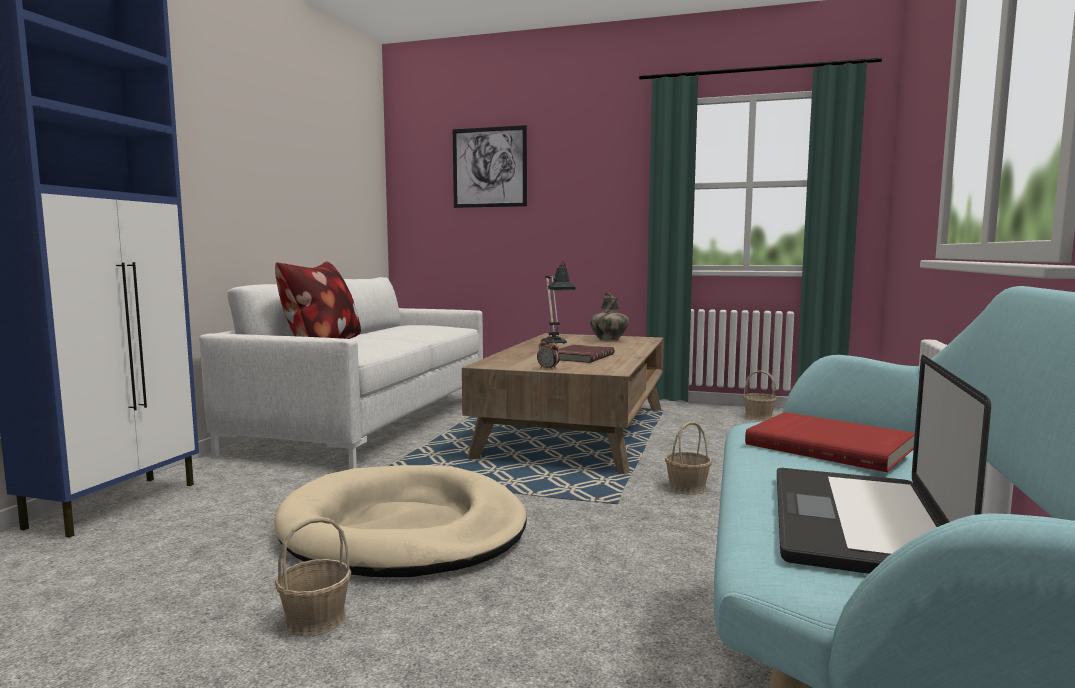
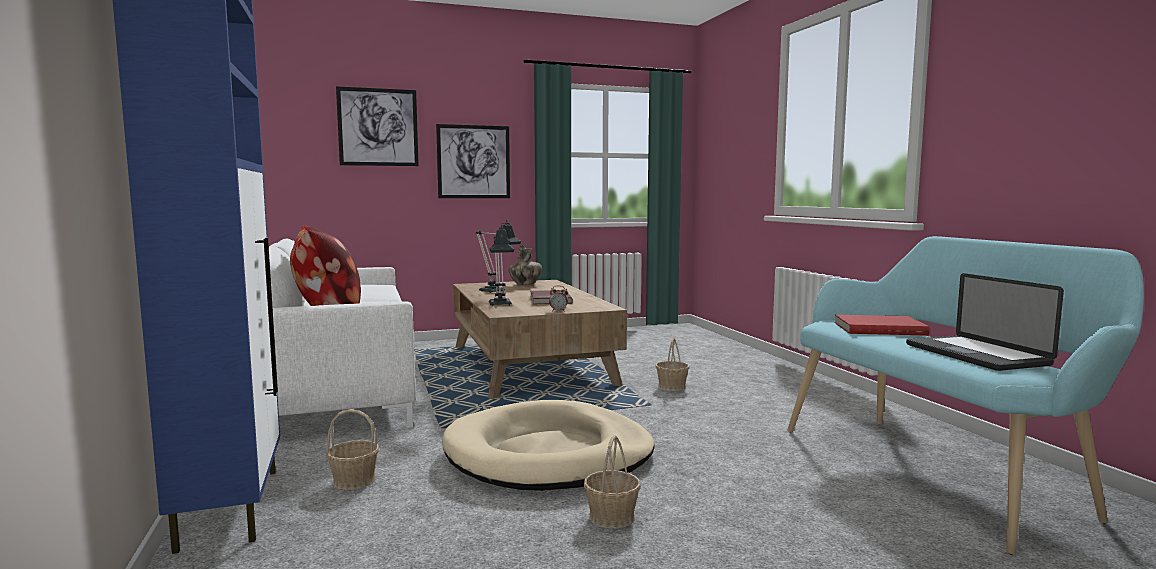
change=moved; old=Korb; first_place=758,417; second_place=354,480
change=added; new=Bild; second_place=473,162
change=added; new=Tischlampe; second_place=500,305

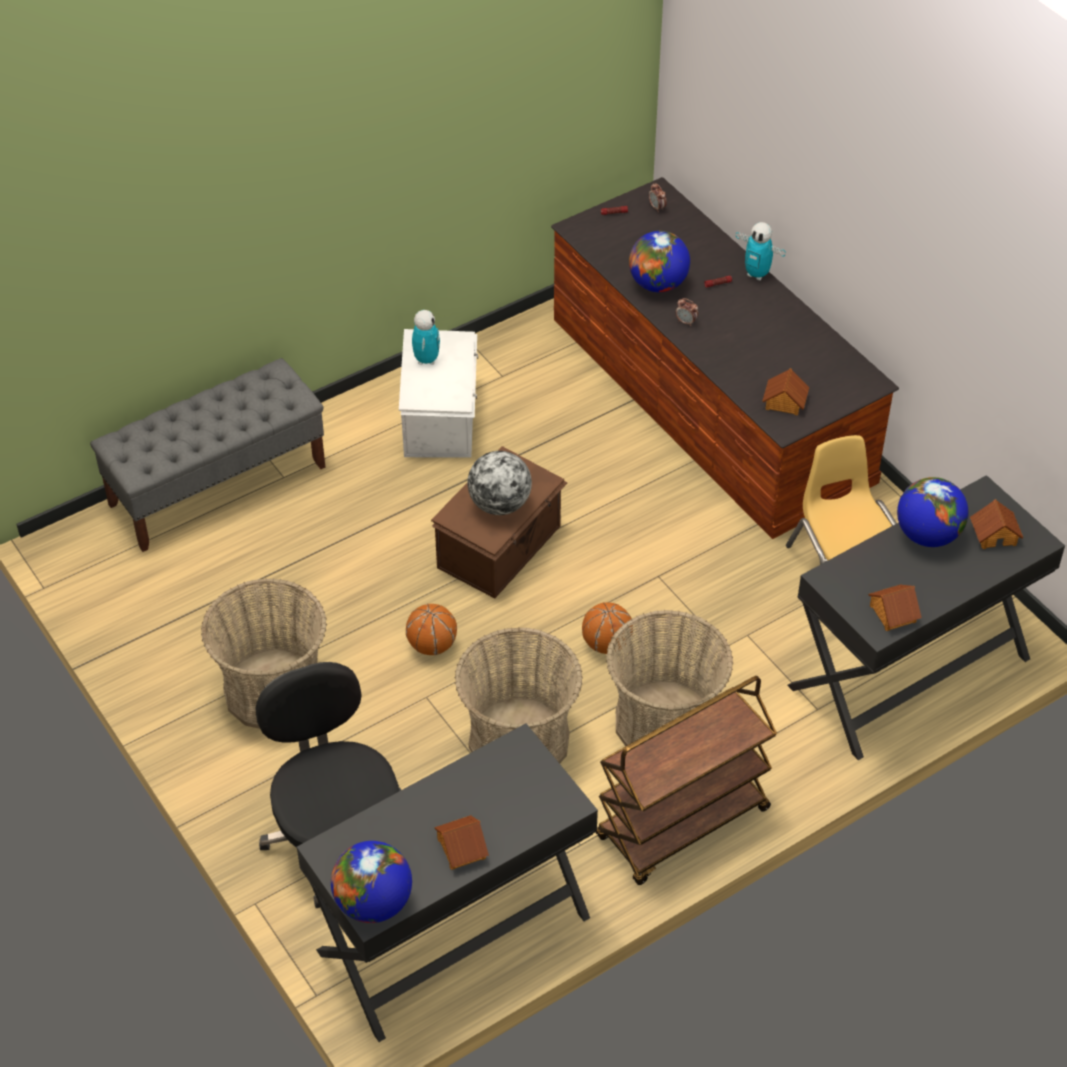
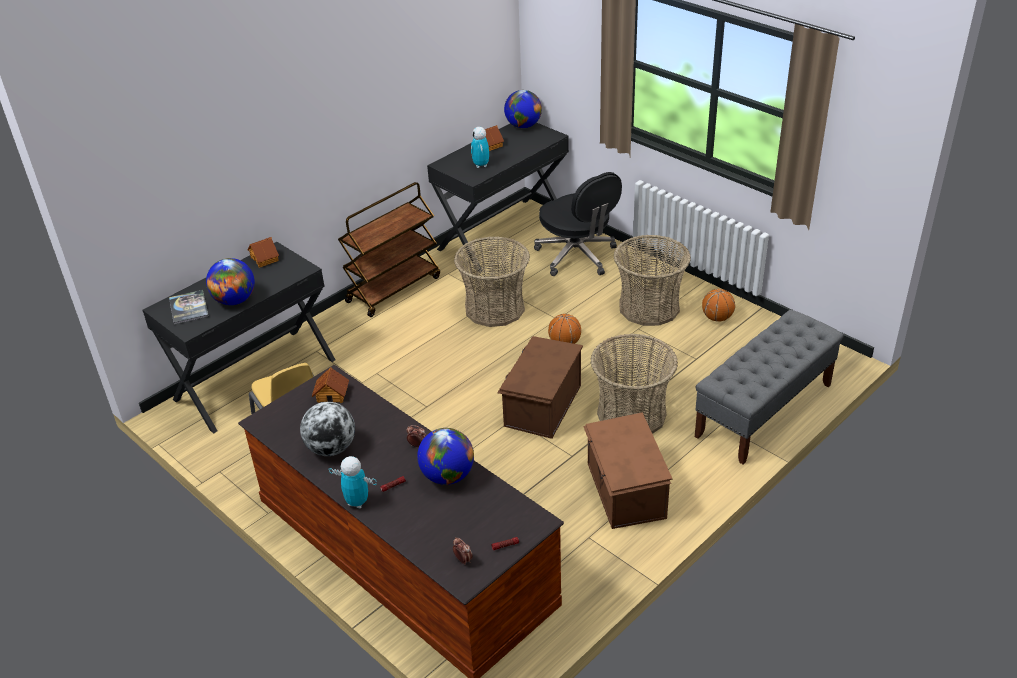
change=moved; old=Spielzeugroboter; first_place=426,360; second_place=481,165
change=recoloured; old=Aufbewahrungsbox [weiß]; new=Aufbewahrungsbox [braun]; first_place=441,417; second_place=624,491
change=moved; old=Globus; first_place=500,504; second_place=331,448
change=replaced; old=Spielzeughaus; new=Buch; first_place=994,534; second_place=189,308
change=moved; old=Basketball; first_place=606,644; second_place=717,318
change=moved; old=Korb; first_place=664,723; second_place=631,414

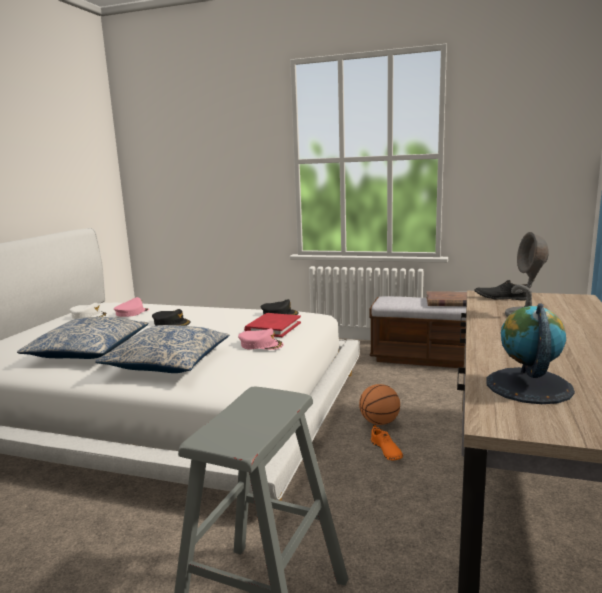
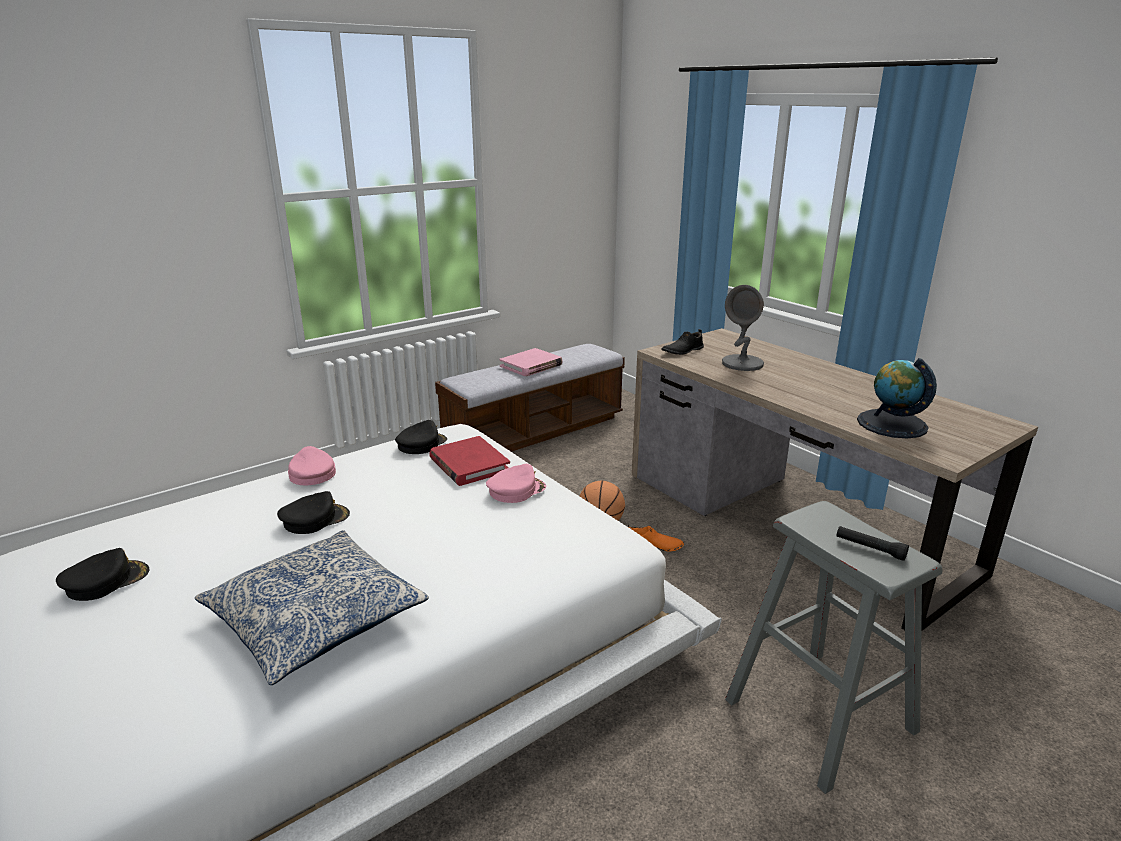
change=recoloured; old=Buch [braun]; new=Buch [rosa]; first_place=447,302; second_place=531,365
change=moved; old=Kappe [rosa]; first_place=131,312; second_place=311,473
change=recoloured; old=Kappe [weiß]; new=Kappe [schwarz]; first_place=89,316; second_place=106,581
change=removed; old=Kissen; first_place=168,362
change=added; new=Taschenlampe [schwarz]; second_place=870,548

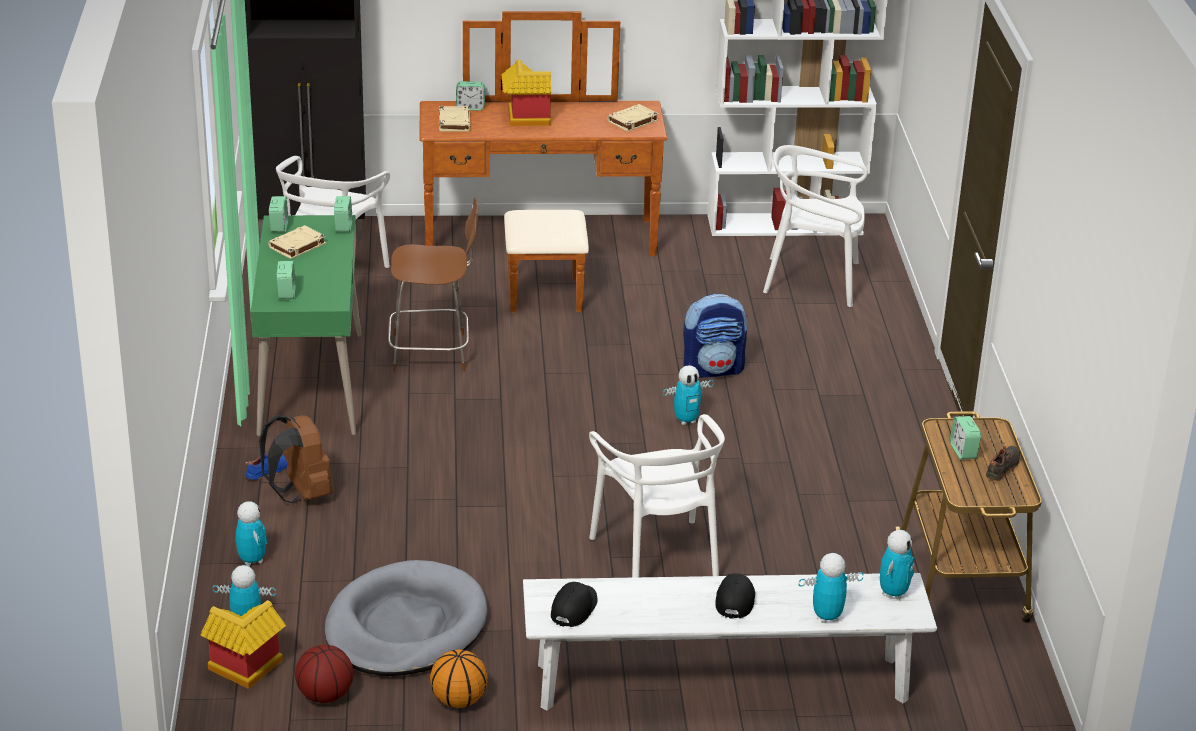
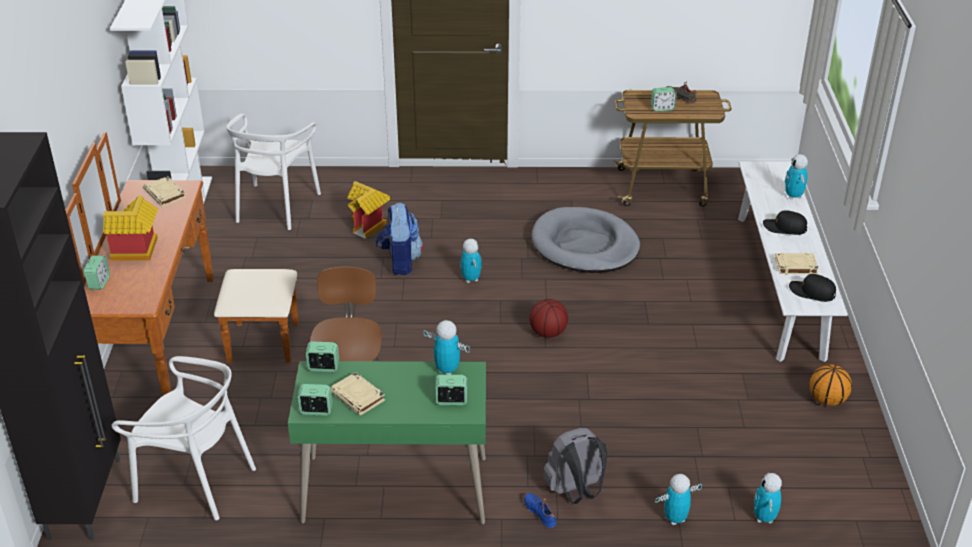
change=moved; old=Buch [beige]; first_place=454,122; second_place=795,266
change=removed; old=Stuhl [weiß]; first_place=657,558
change=recoloured; old=Rucksack [braun]; new=Rucksack [grau]; first_place=300,494; second_place=575,491
change=moved; old=Spielzeugroboter; first_place=893,593; second_place=447,370
change=moved; old=Hundebett [grau]; first_place=405,626; second_place=585,245
change=moved; old=Spielzeughaus; first_place=244,670; second_place=369,226
change=moved; old=Basketball; first_place=324,695; second_place=548,333

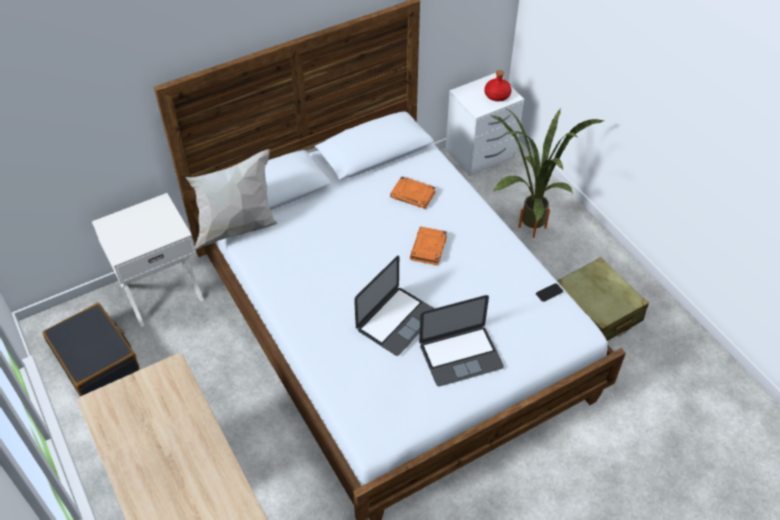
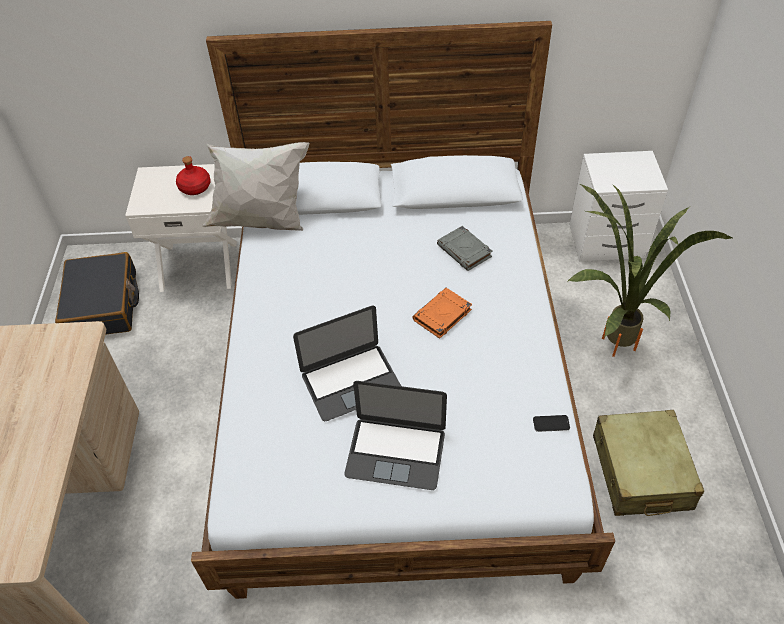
change=moved; old=Flasche [rot]; first_place=497,95; second_place=195,187
change=recoloured; old=Buch [orange]; new=Buch [grau]; first_place=413,195; second_place=465,251

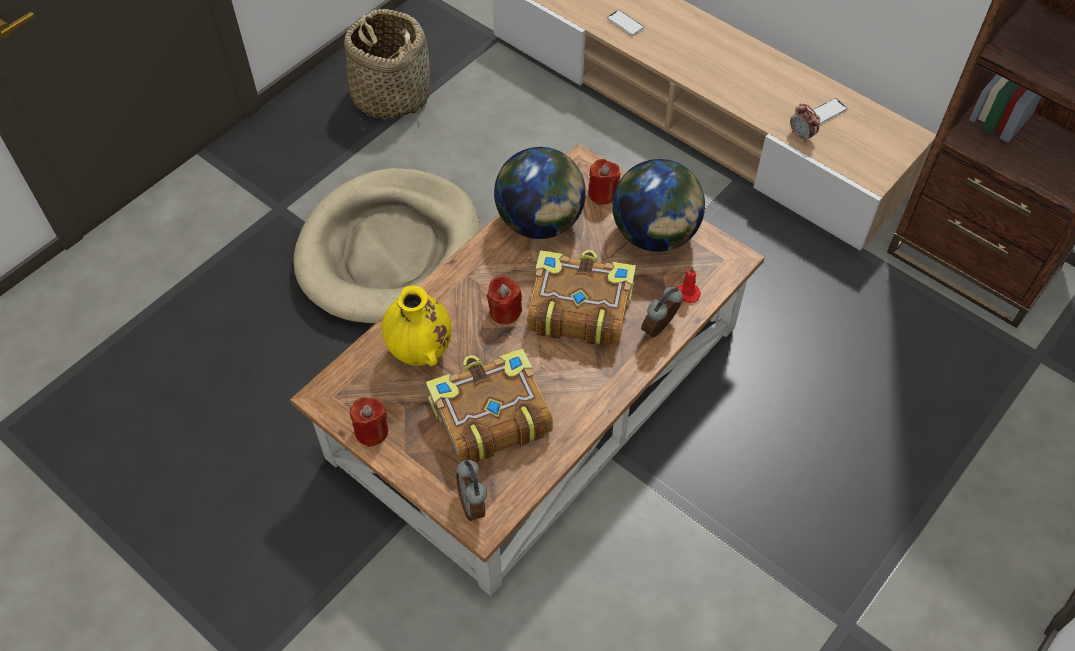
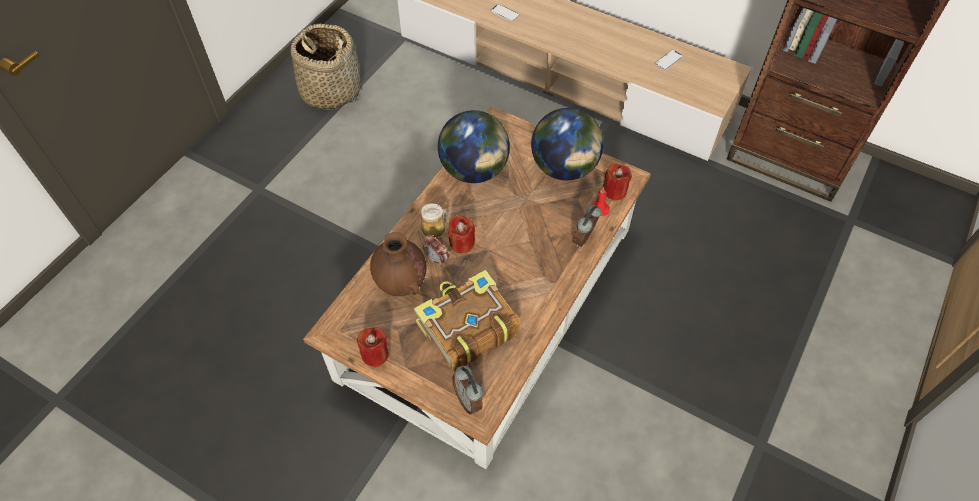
change=moved; old=Wecker; first_place=801,135; second_place=437,259
change=moved; old=Kerze [rot]; first_place=602,193; second_place=614,191
change=removed; old=Hundebett [beige]; first_place=390,252
change=removed; old=Buch; first_place=578,308
change=recoloured; old=Vase [gelb]; new=Vase [braun]; first_place=421,351; second_place=402,284
change=added; new=Henkelbecher; second_place=435,228

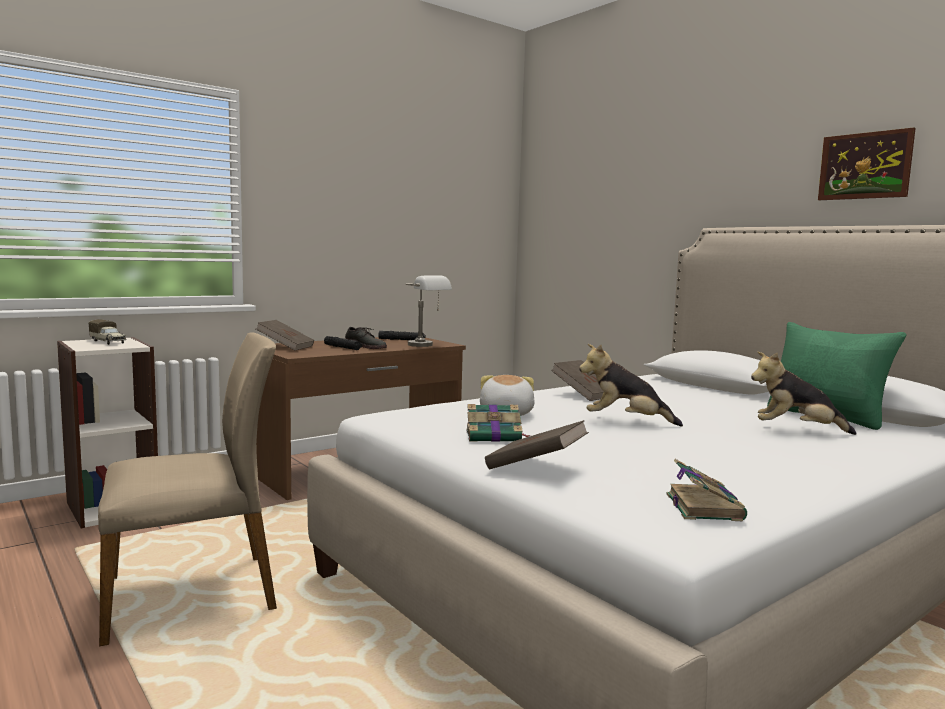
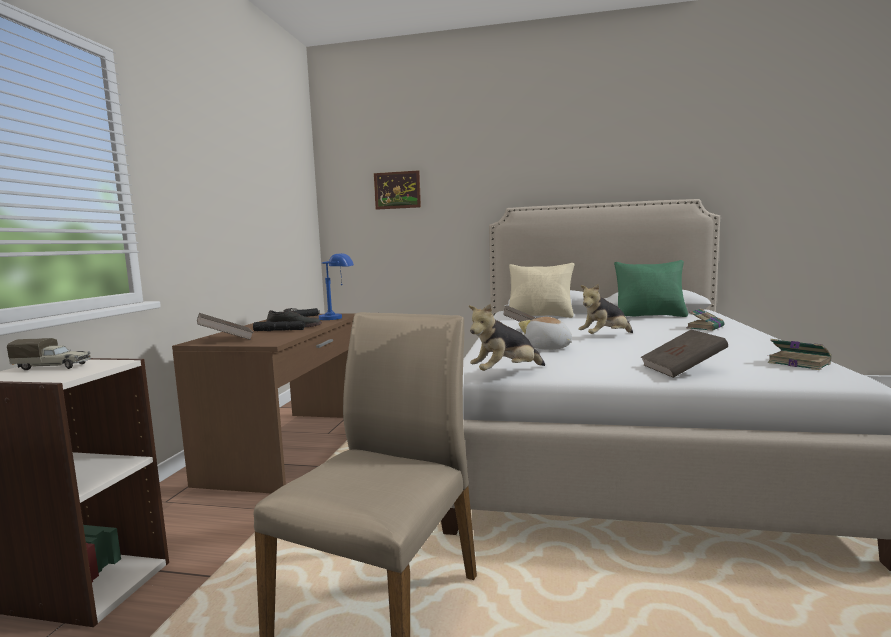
change=moved; old=Bild; first_place=864,166; second_place=397,190
change=recoloured; old=Tischlampe [grau]; new=Tischlampe [blau]; first_place=427,346; second_place=338,318
change=moved; old=Plüschtier; first_place=796,430; second_place=505,373
change=moved; old=Buch; first_place=495,436; second_place=705,327
change=added; new=Kissen [beige]; second_place=541,316

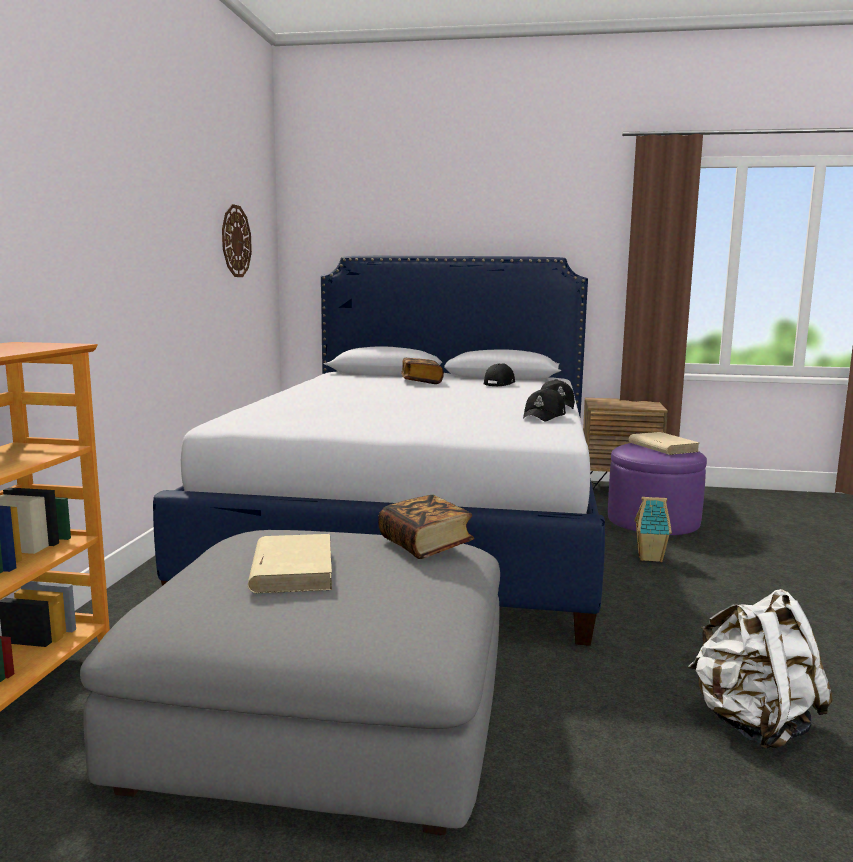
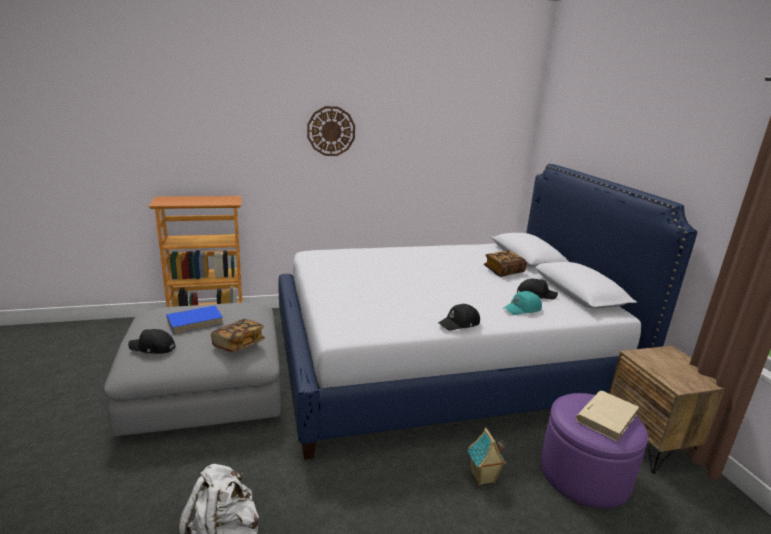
change=moved; old=Wanduhr; first_place=235,241; second_place=331,131
change=moved; old=Kappe [schwarz]; first_place=544,416; second_place=152,347
change=recoloured; old=Buch [beige]; new=Buch [blau]; first_place=292,569; second_place=195,321
change=added; new=Kappe [türkis]; second_place=523,309

